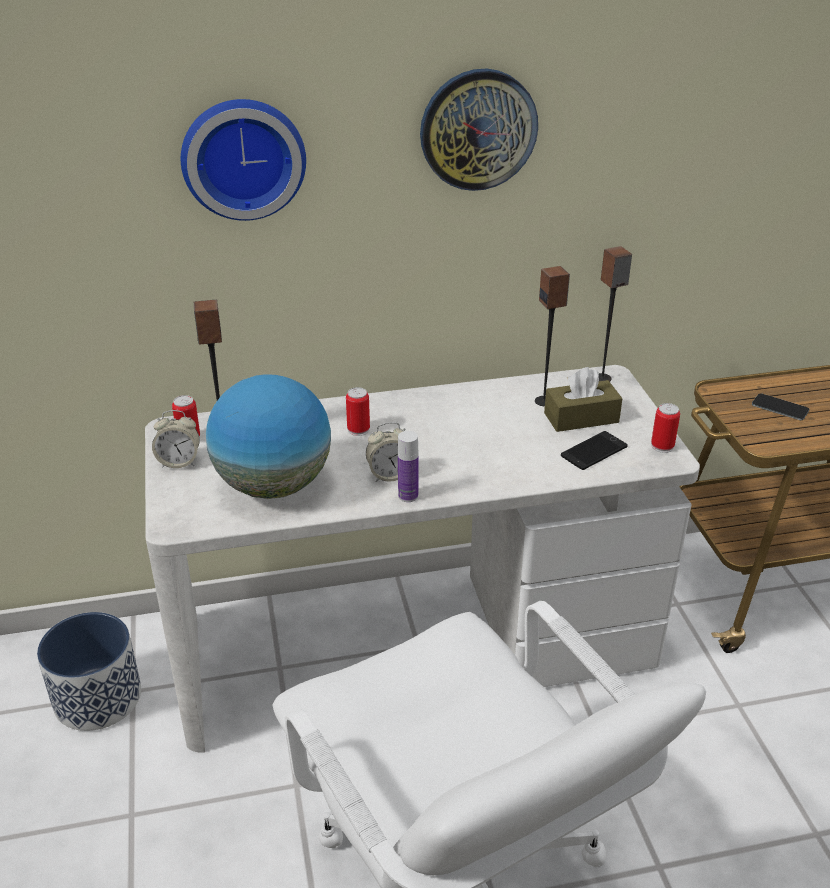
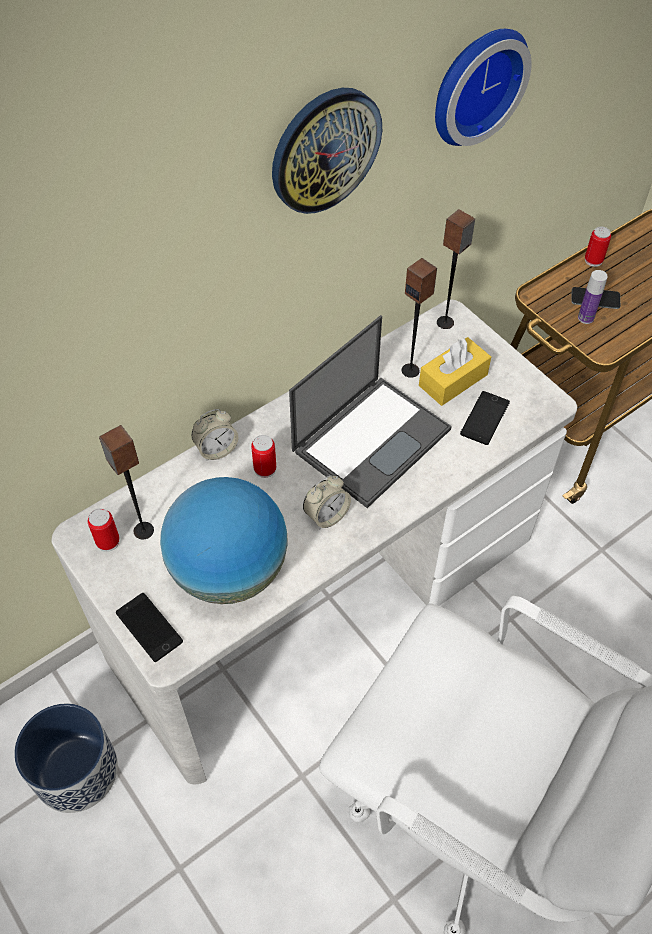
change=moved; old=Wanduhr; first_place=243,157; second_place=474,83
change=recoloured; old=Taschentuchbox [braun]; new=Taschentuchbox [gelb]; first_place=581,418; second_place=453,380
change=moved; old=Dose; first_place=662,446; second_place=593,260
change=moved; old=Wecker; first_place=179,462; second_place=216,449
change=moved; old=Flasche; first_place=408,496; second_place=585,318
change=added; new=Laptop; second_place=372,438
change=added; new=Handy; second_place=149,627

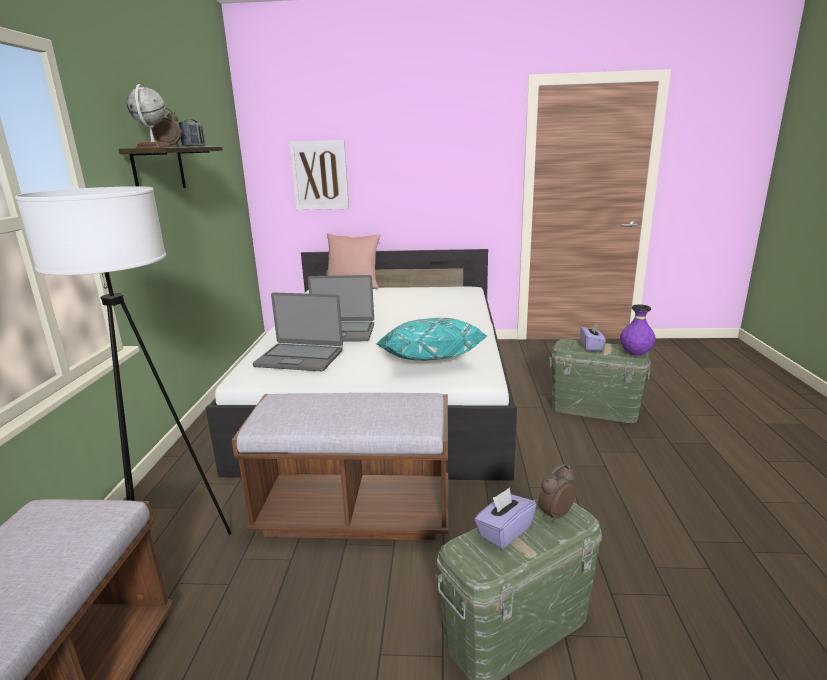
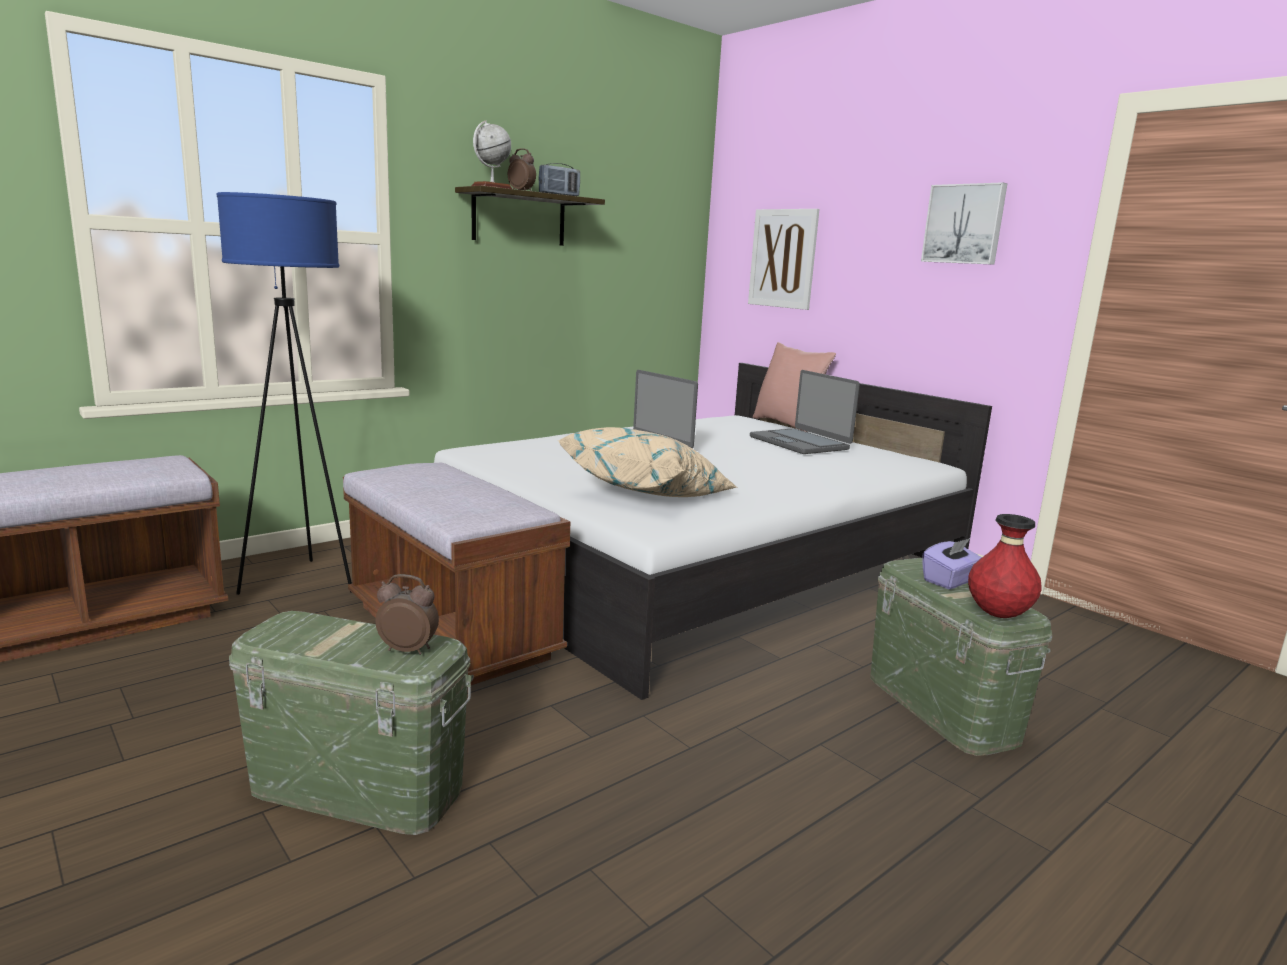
change=recoloured; old=Stehlampe [weiß]; new=Stehlampe [blau]; first_place=171,553; second_place=302,582
change=moved; old=Laptop; first_place=300,358; second_place=800,443
change=recoloured; old=Vase [lila]; new=Vase [rot]; first_place=635,354; second_place=998,615
change=recoloured; old=Kissen [türkis]; new=Kissen [beige]; first_place=427,359; second_place=649,495
change=removed; old=Taschentuchbox [lila]; first_place=504,532
change=added; new=Bild; second_place=964,224

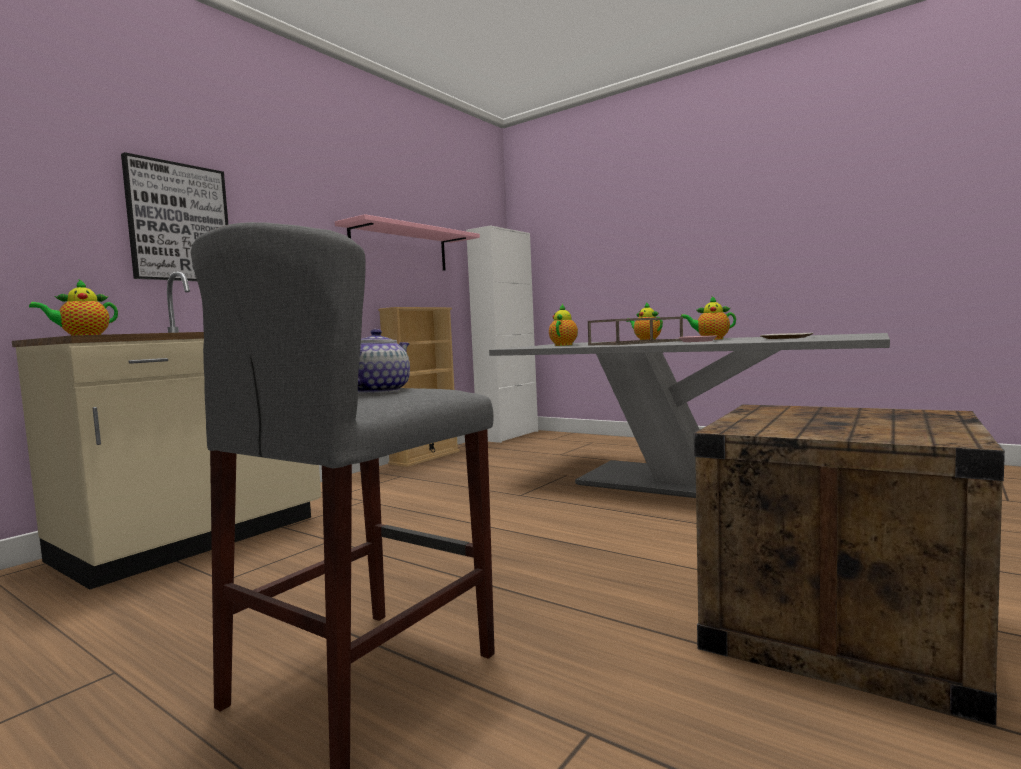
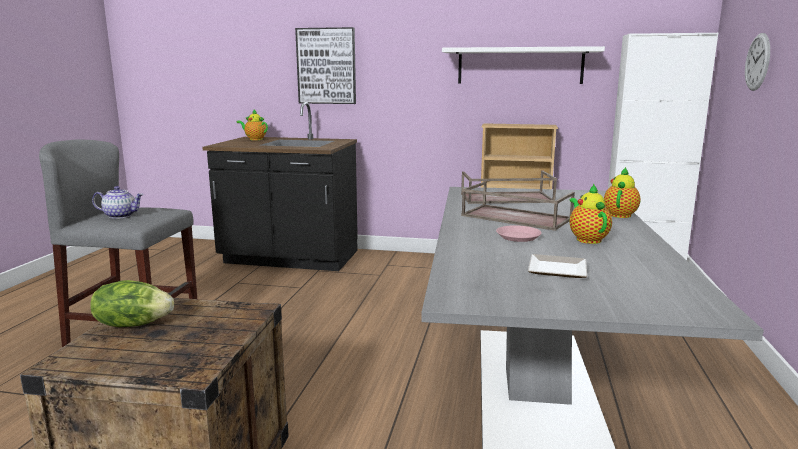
change=recoloured; old=Wandregal [rosa]; new=Wandregal [weiß]; first_place=400,248; second_place=520,66
change=recoloured; old=Küchenzeile [beige]; new=Küchenzeile [schwarz]; first_place=194,540; second_place=289,259
change=replaced; old=Teekanne; new=Tablett [braun]; first_place=564,345; second_place=505,198
change=added; new=Wanduhr; second_place=757,62
change=added; new=Salatkopf; second_place=133,324

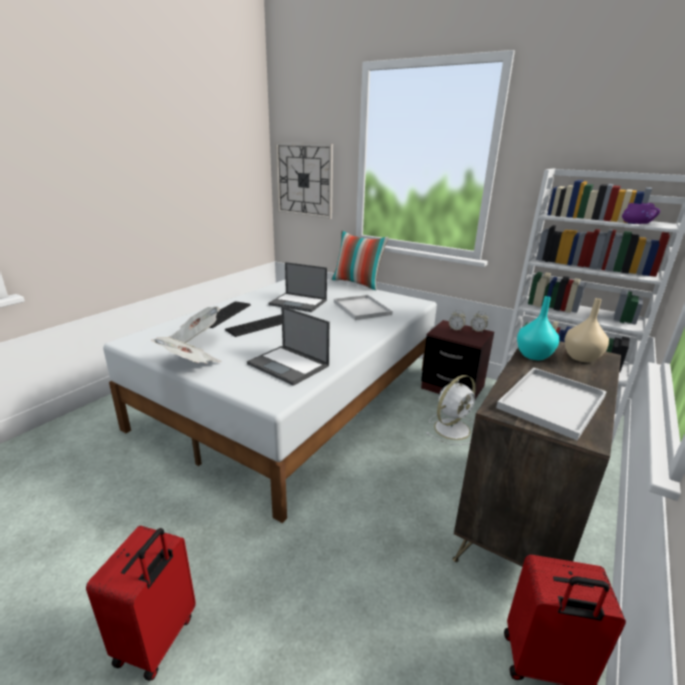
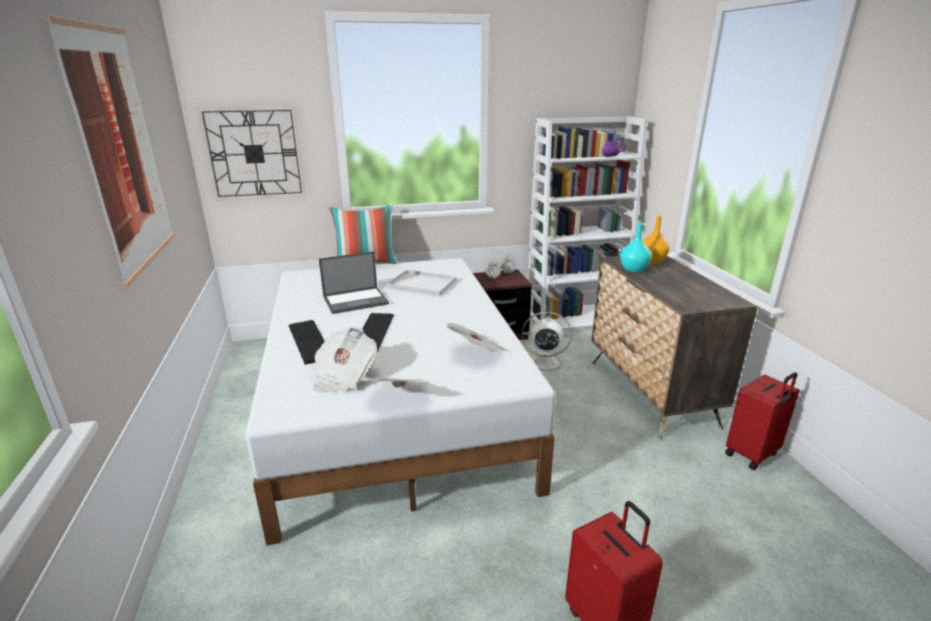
change=recoloured; old=Vase [beige]; new=Vase [orange]; first_place=580,357; second_place=651,261
change=replaced; old=Laptop; new=Zeitung; first_place=289,365; second_place=477,353
change=removed; old=Tablett [weiß]; first_place=551,401
change=turned; old=Ventilator [weiß]; first_place=453,428; second_place=543,362; degrees=-90
change=added; new=Bild; second_place=121,151

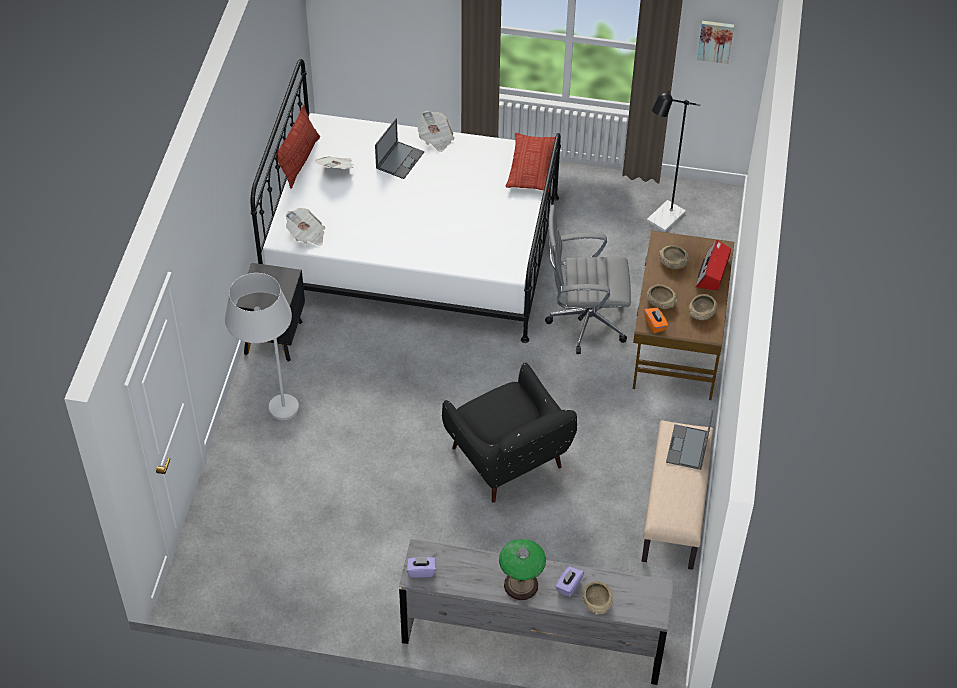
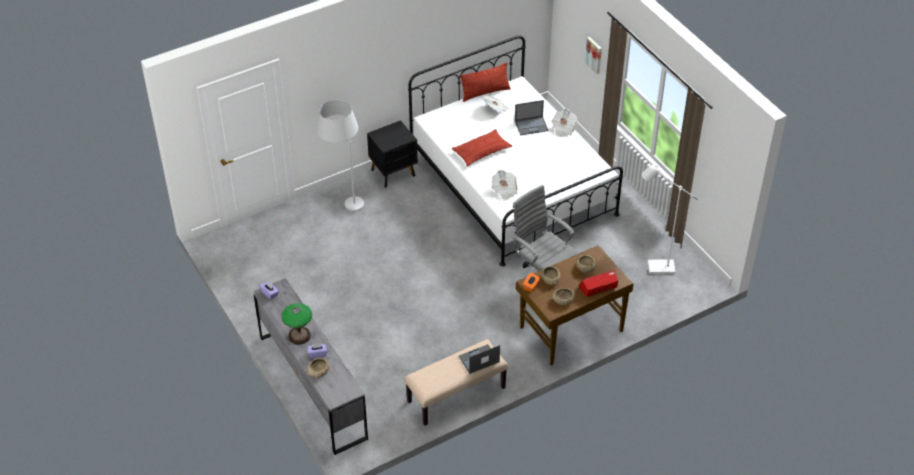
change=moved; old=Bild; first_place=715,40; second_place=594,55
change=recoloured; old=Stehlampe [schwarz]; new=Stehlampe [weiß]; first_place=661,221; second_place=655,267
change=moved; old=Kissen; first_place=531,166; second_place=481,150
change=moved; old=Zeitung; first_place=306,235; second_place=504,190
change=removed; old=Sessel [schwarz]; first_place=509,462

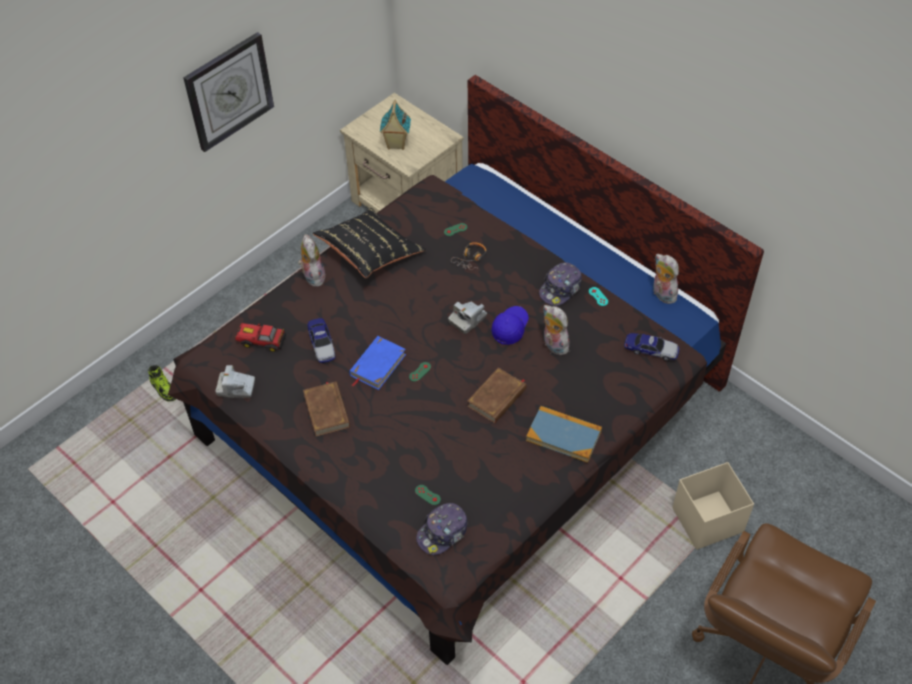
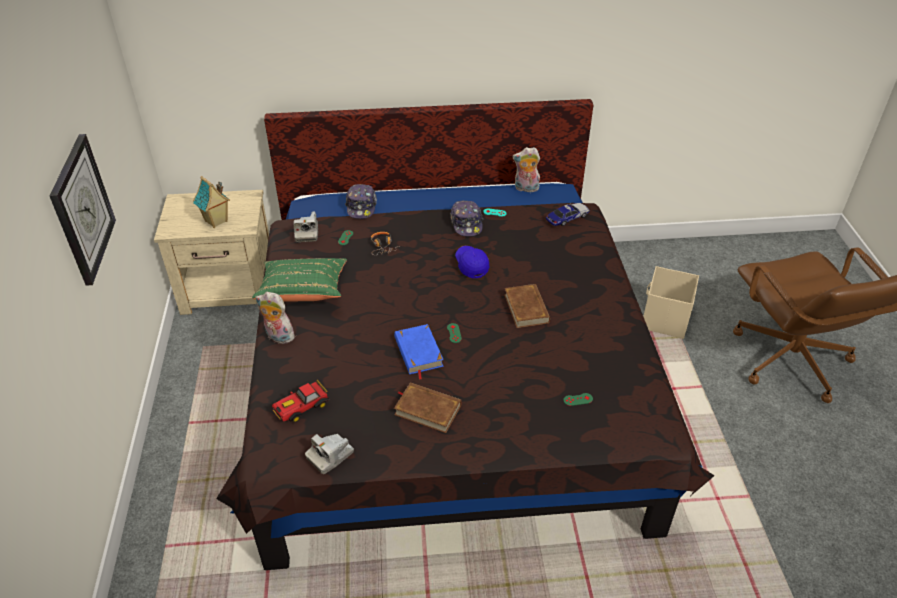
change=recoloured; old=Kissen [schwarz]; new=Kissen [grün]; first_place=370,253; second_place=303,292
change=moved; old=Kamera; first_place=467,319; second_place=307,233
change=removed; old=Plüschtier; first_place=553,345
change=removed; old=Spielzeugauto; first_place=321,343
change=removed; old=Schuh; first_place=164,389
change=removed; old=Buch; first_place=563,435
change=moved; old=Kappe; first_place=443,533; second_place=361,207

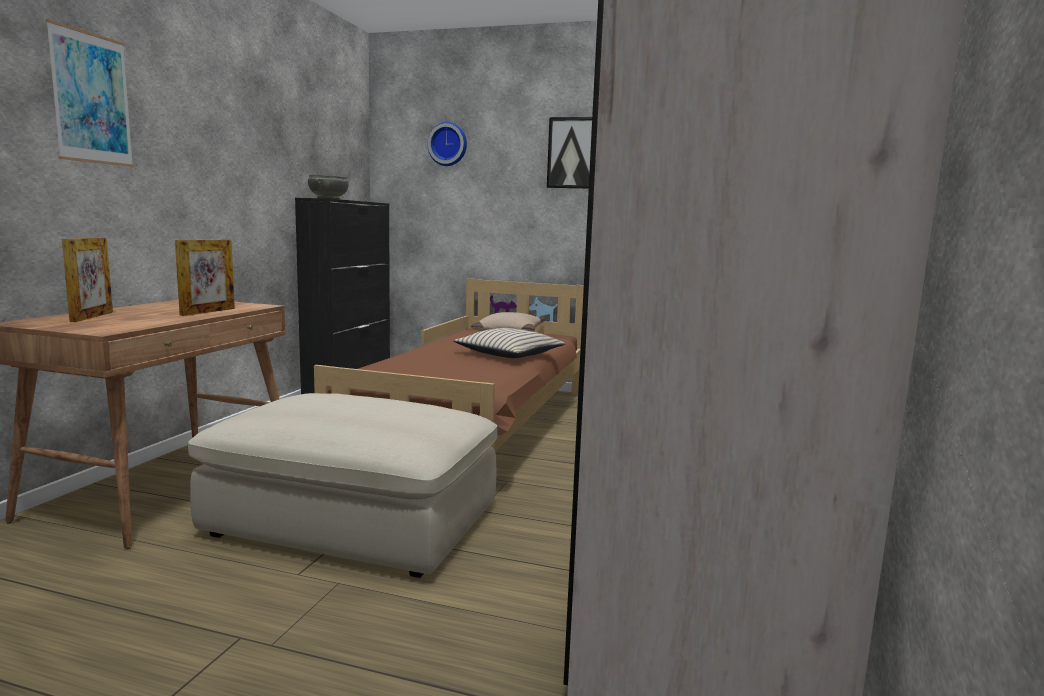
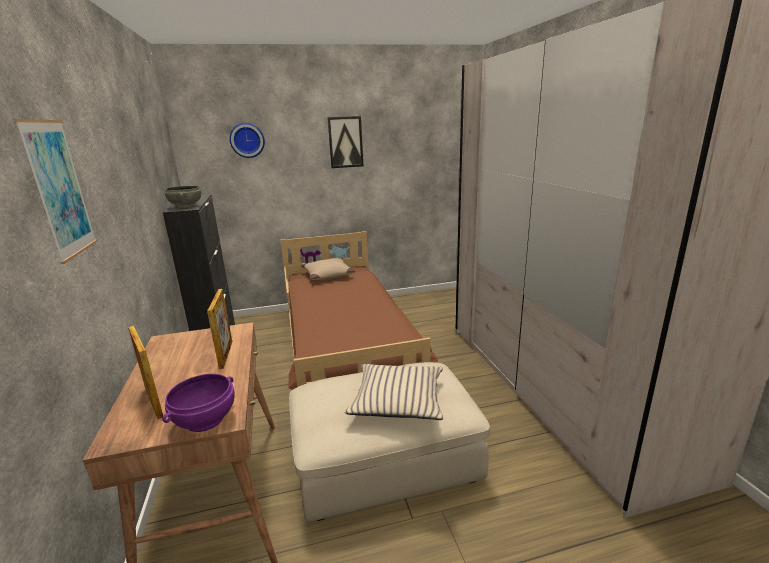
change=moved; old=Kissen [beige]; first_place=509,354; second_place=398,400
change=added; new=Schüssel [lila]; second_place=206,420

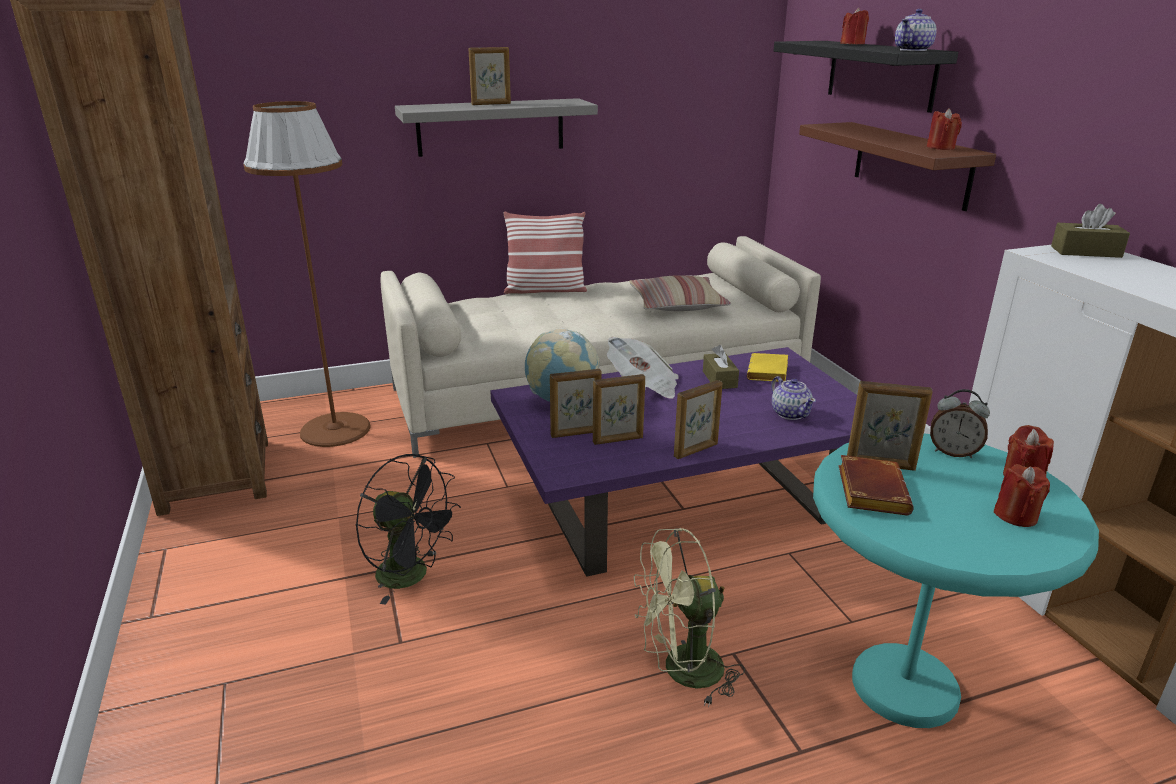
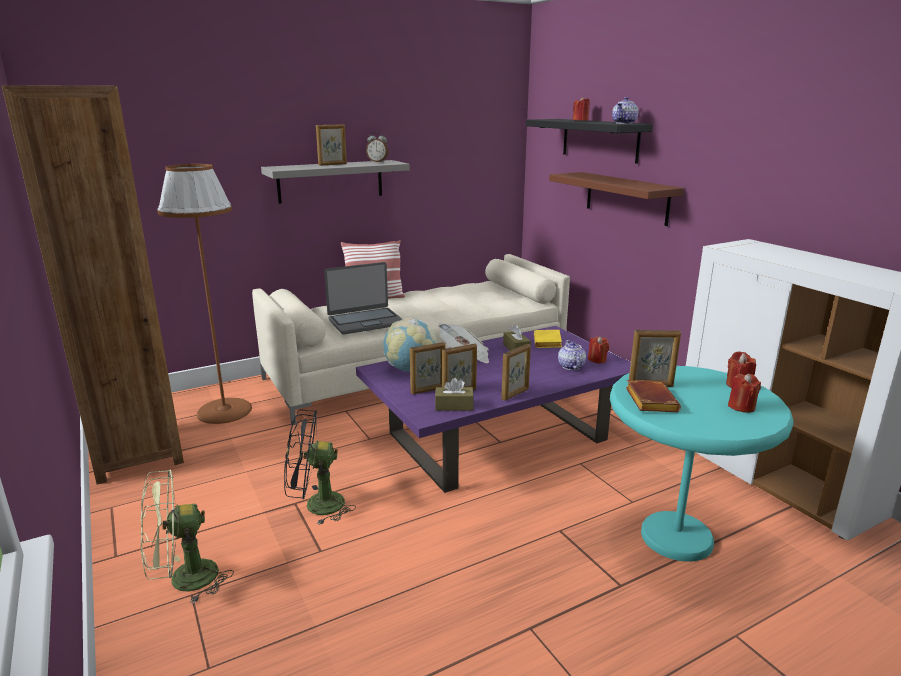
change=moved; old=Kerze [rot]; first_place=941,148; second_place=597,360
change=moved; old=Taschentuchbox [braun]; first_place=1086,252; second_place=454,406
change=removed; old=Kissen; first_place=677,304
change=turned; old=Teekanne; first_place=790,413; second_place=570,366; degrees=-150
change=moved; old=Wecker; first_place=953,452; second_place=377,162
change=turned; old=Ventilator [schwarz]; first_place=412,576; second_place=316,506; degrees=150
change=moved; old=Ventilator [grün]; first_place=681,672; second_place=183,581
change=added; new=Laptop; second_place=365,322

